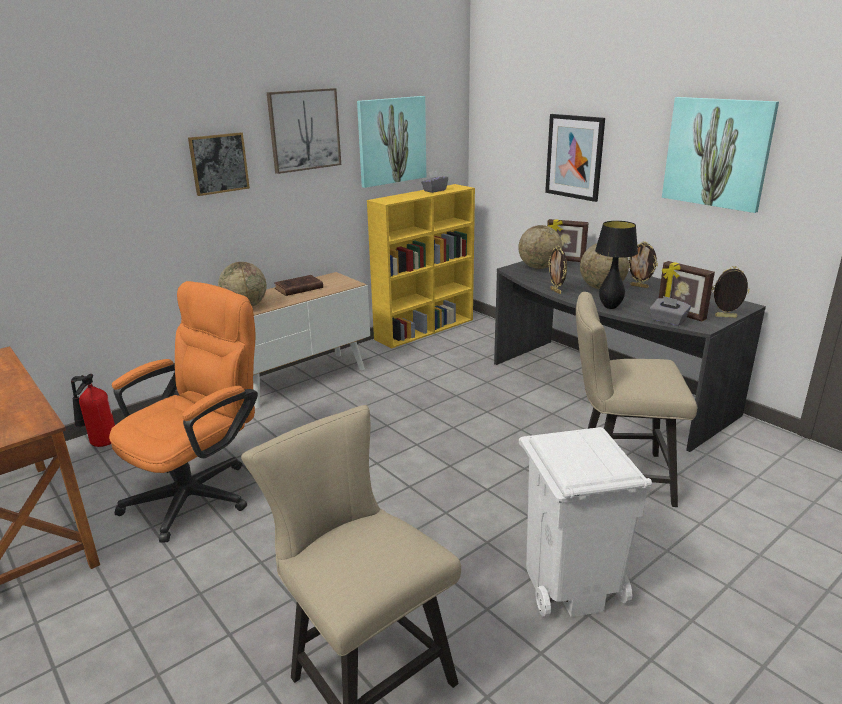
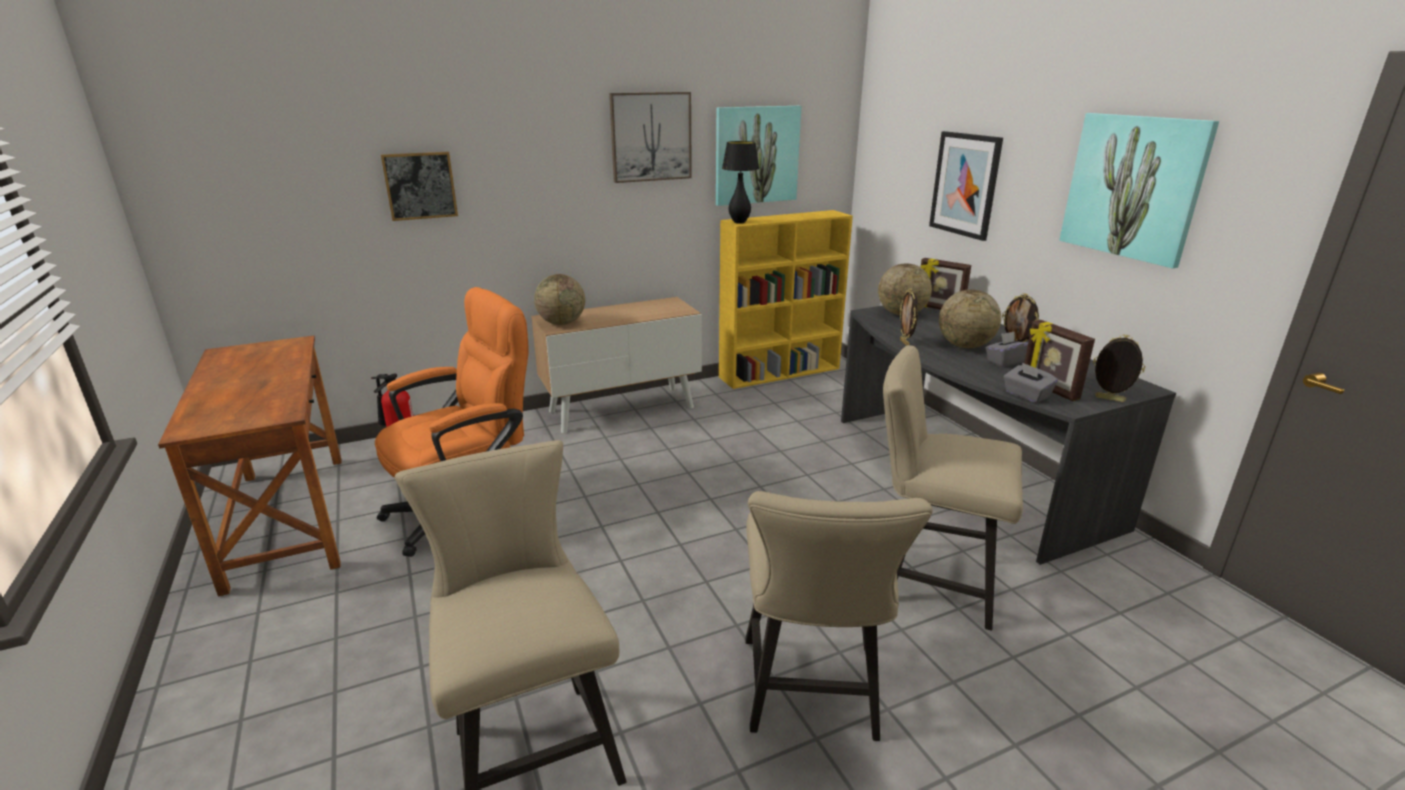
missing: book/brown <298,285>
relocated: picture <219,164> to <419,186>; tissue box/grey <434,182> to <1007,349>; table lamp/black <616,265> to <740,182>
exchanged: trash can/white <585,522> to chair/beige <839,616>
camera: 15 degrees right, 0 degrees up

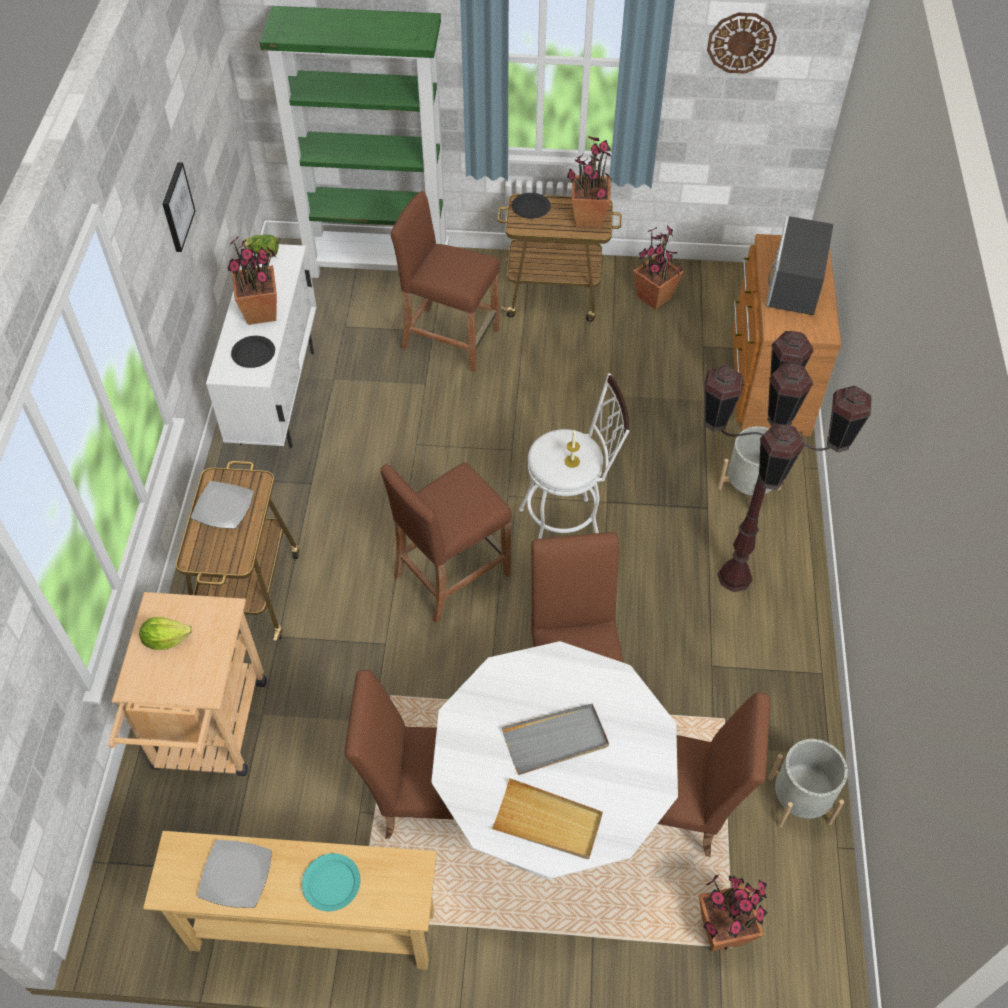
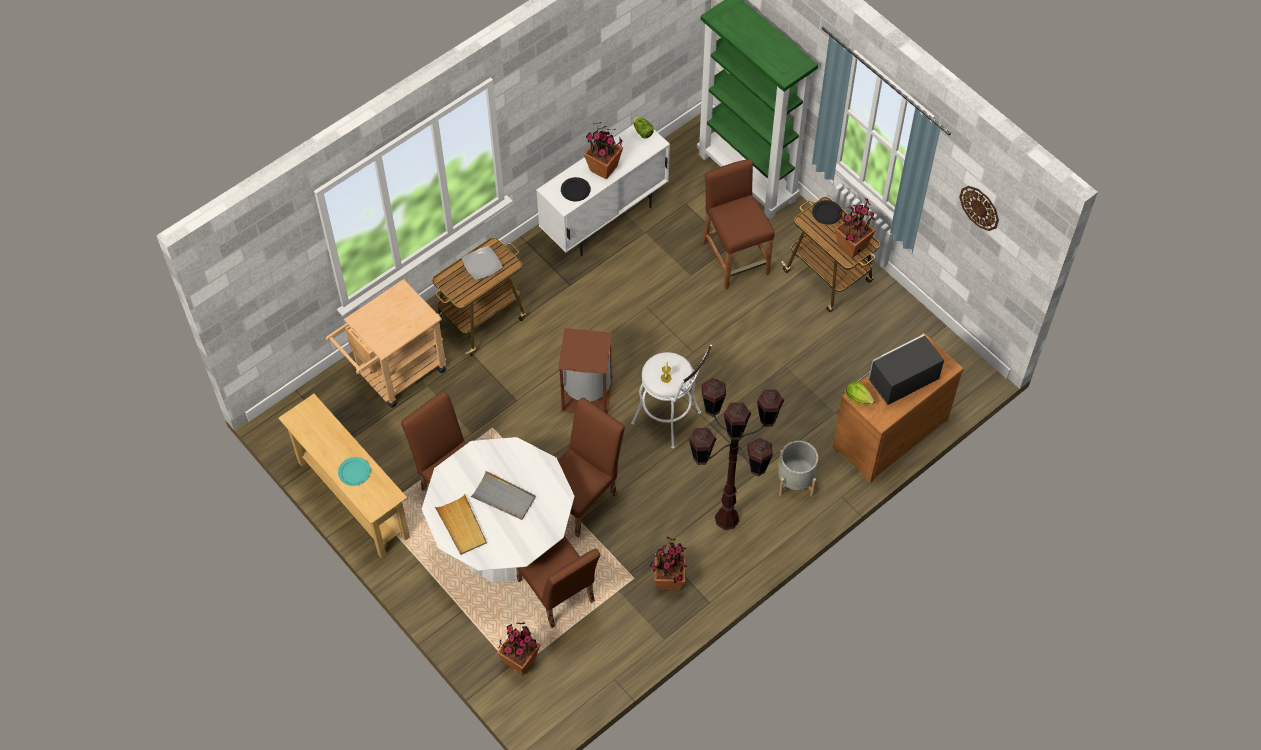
missing: picture <179,207>; planter/grey <808,783>; plate <234,874>
relocated: potted plant <658,267> to <668,563>; lettuce <165,633> to <860,393>
exchanged: stool/brown <446,542> to trash can/brown <585,371>
camera: 45 degrees right, 5 degrees up

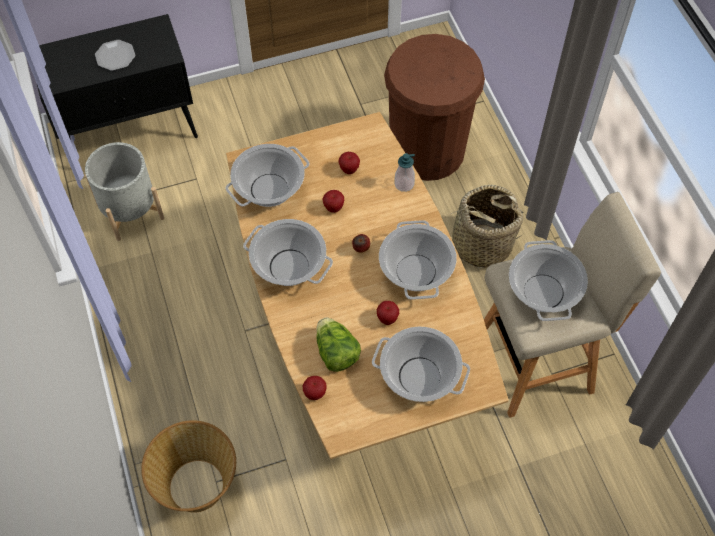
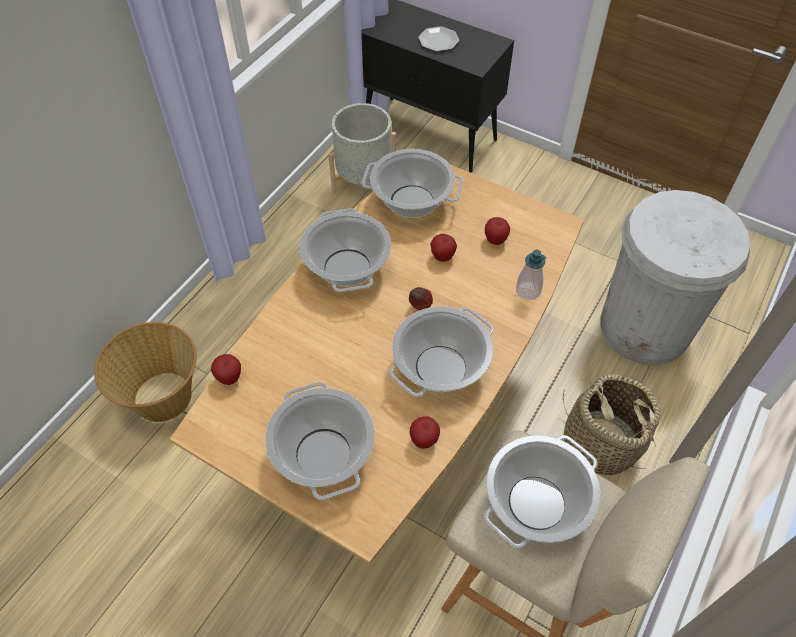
missing: lettuce <338,345>
relocated: apple <388,313> to <424,433>
colour: trash can/brown <434,107> to trash can/white <675,277>
camera: 50 degrees right, 5 degrees down

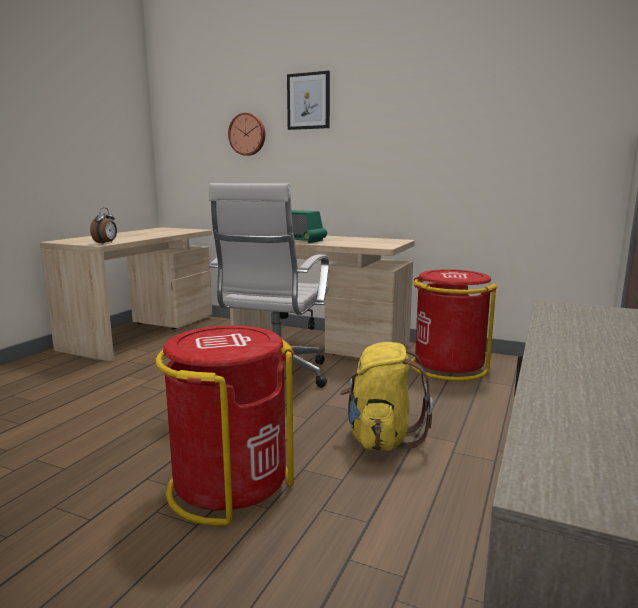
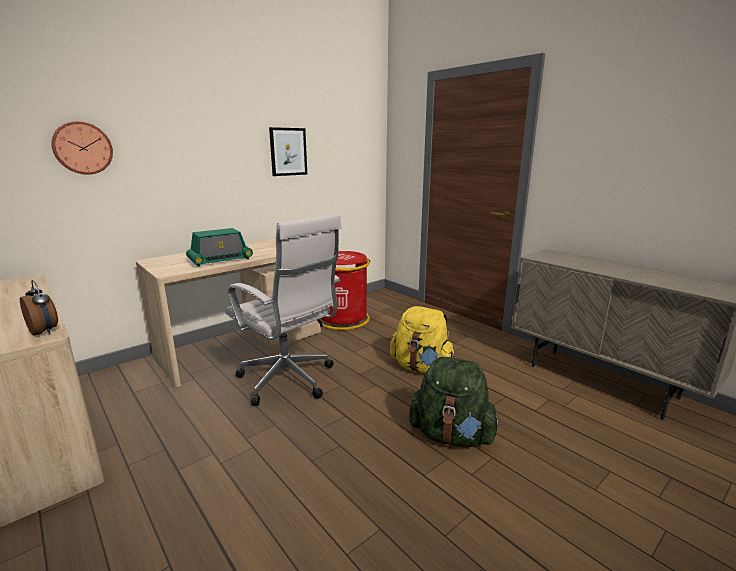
relocated: picture <308,100> to <288,151>
exchanged: trash can/red <225,425> to backpack/green <454,402>
camera: 65 degrees left, 5 degrees up

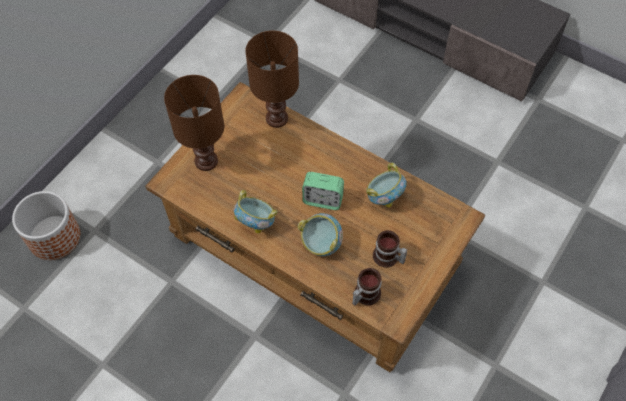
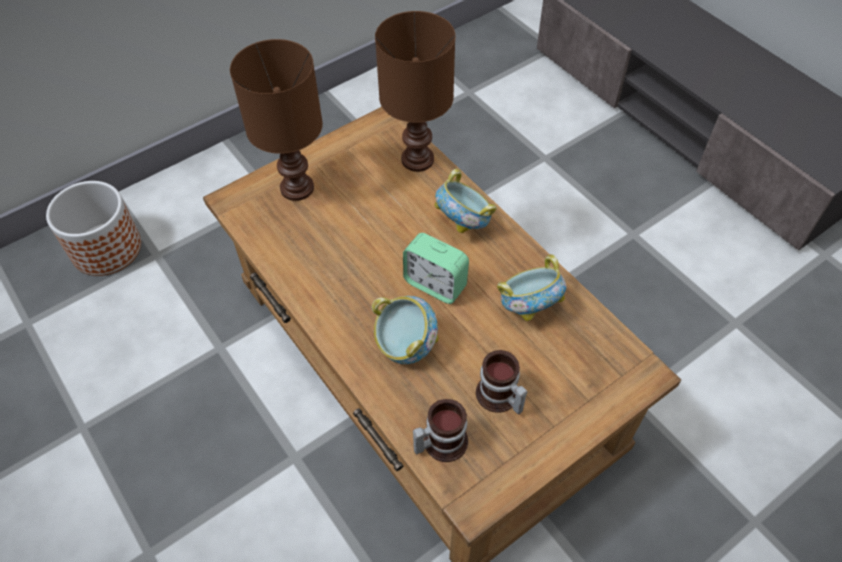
relocated: bowl <256,212> to <465,201>
camera: 20 degrees right, 5 degrees down

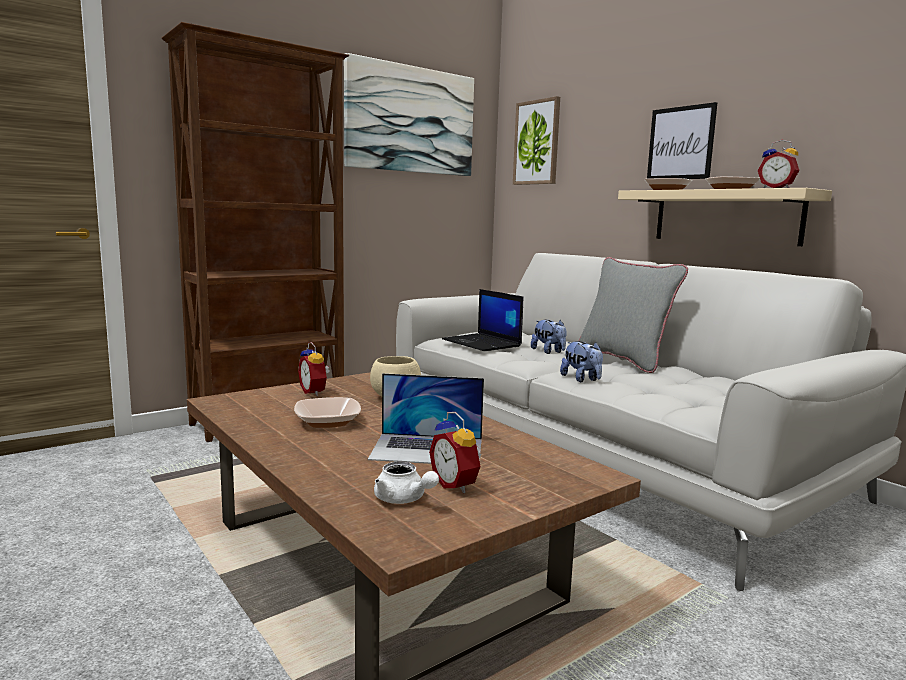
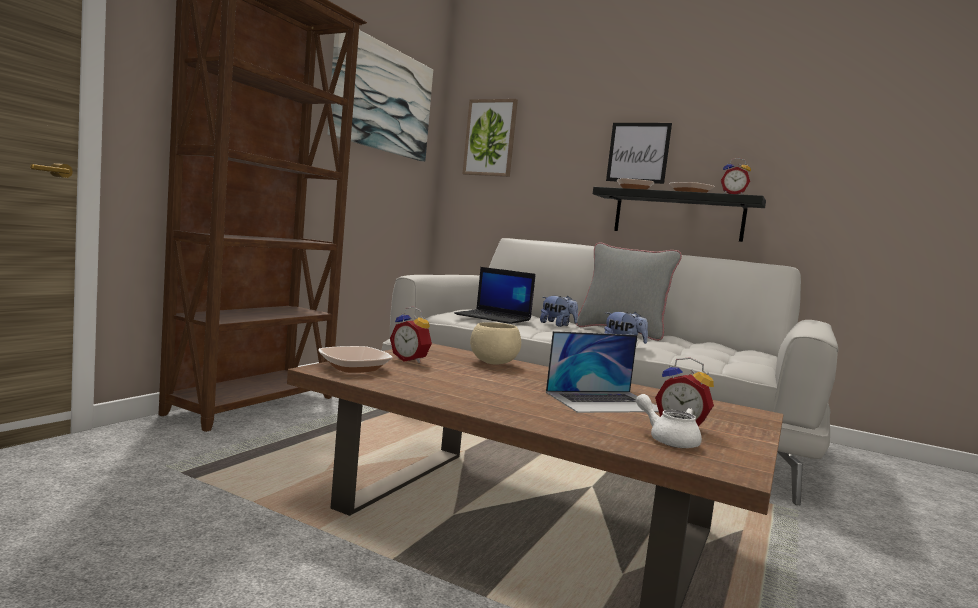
relocated: bowl <327,412> to <355,359>
colour: shelf/beige <725,217> to shelf/black <679,214>
spun: teapot/white <406,482> = <669,421> 150 degrees counterclockwise
camera: 25 degrees left, 5 degrees down

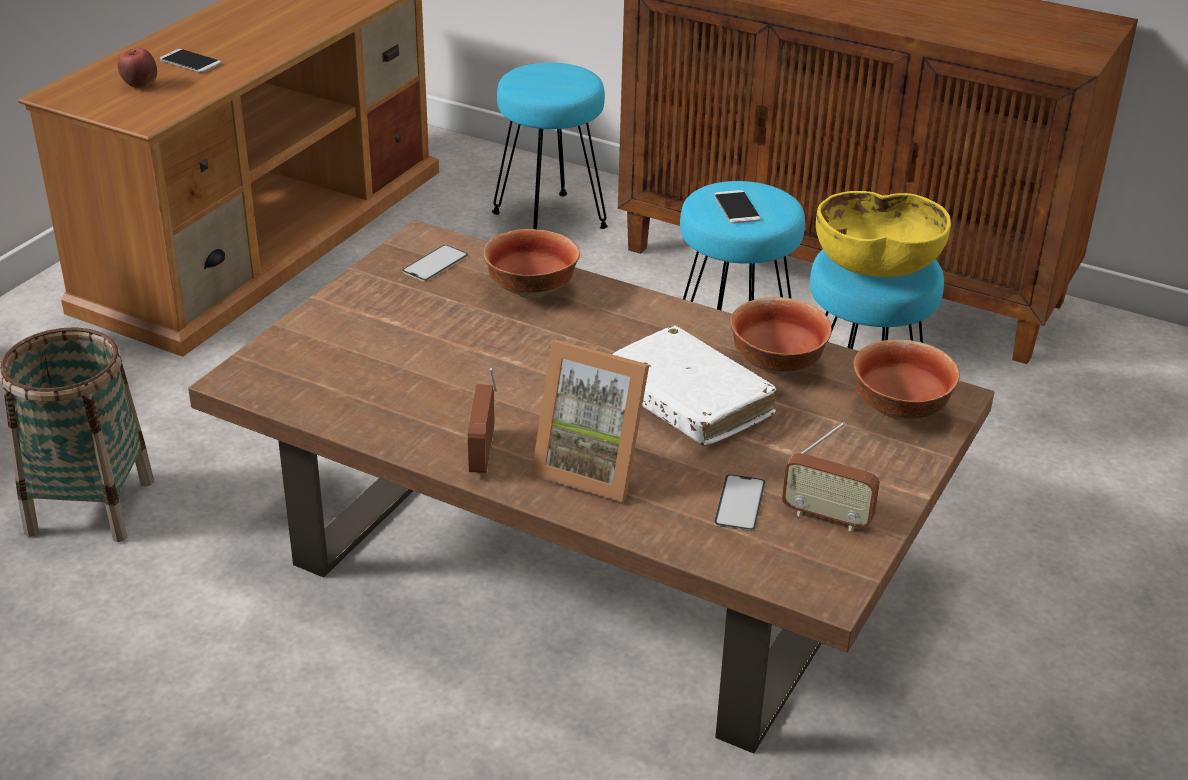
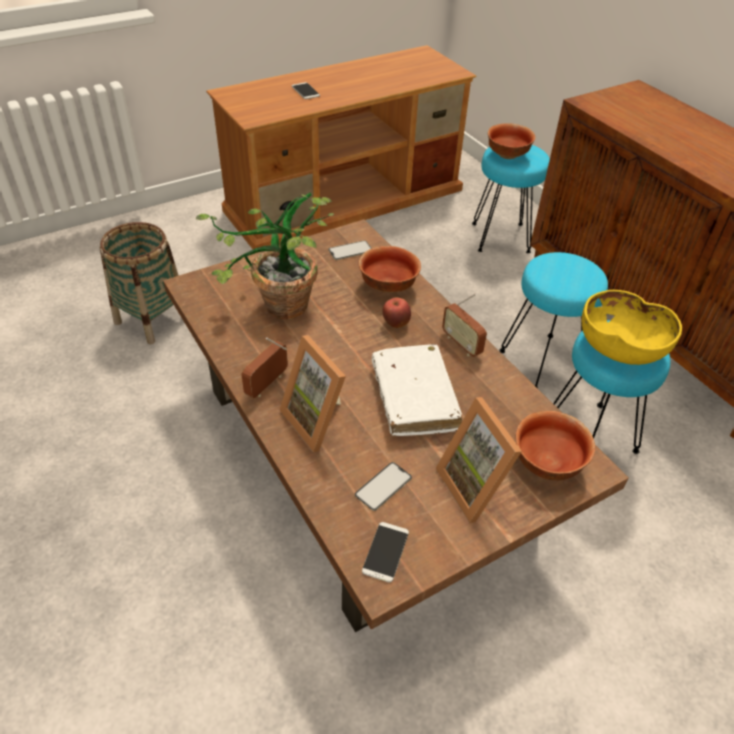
appeared: potted plant <265,256>; picture frame <479,460>
relocated: apple <137,68> to <397,312>; phone <737,206> to <385,552>; bowl <781,335> to <512,141>; radio <831,477> to <464,325>
camera: 30 degrees right, 10 degrees up

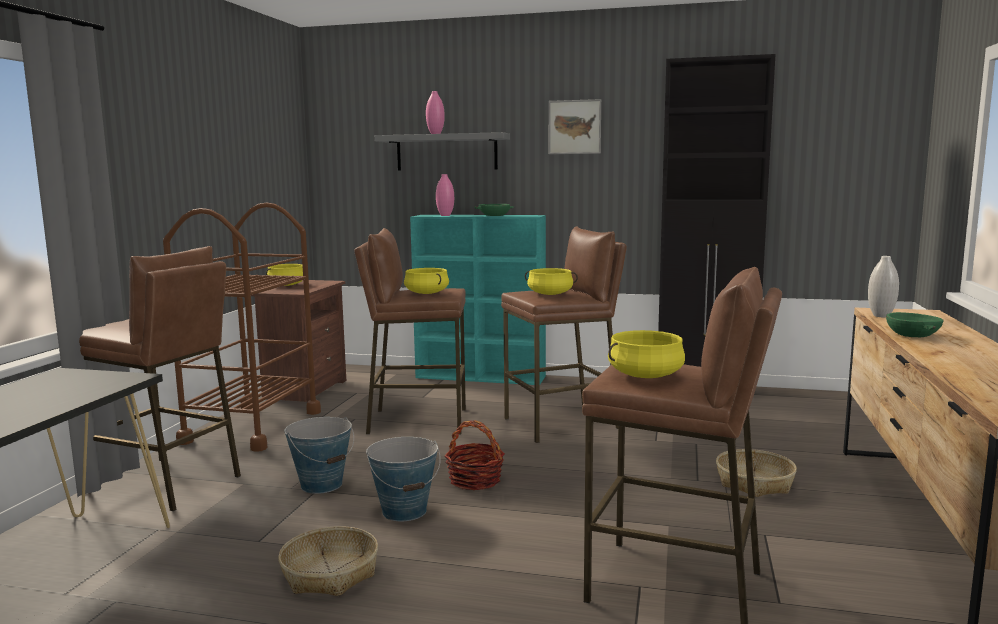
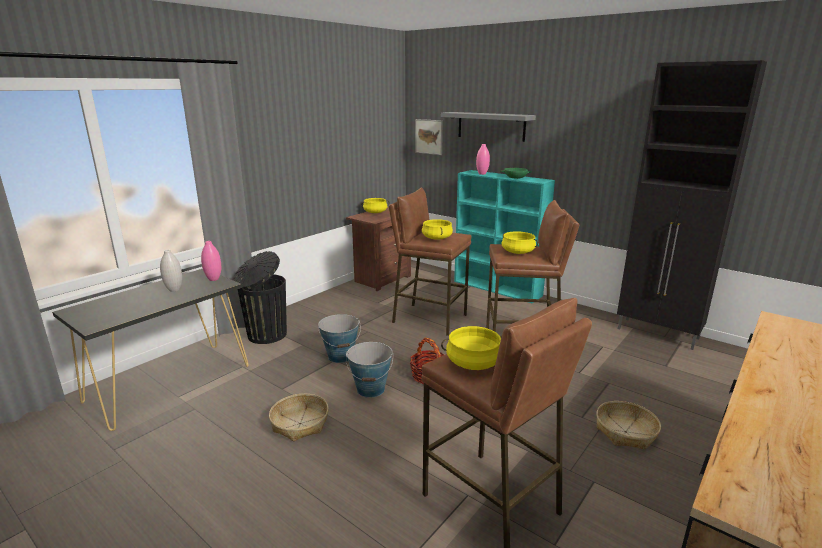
missing: cart/brown <242,327>; bowl/green <915,324>
relocated: vase/pink <435,112> to <211,261>; picture <575,126> to <429,137>; vase/white <883,286> to <171,271>
exchanged: stool/brown <160,378> to trash can/black <260,297>
camera: 25 degrees right, 10 degrees up

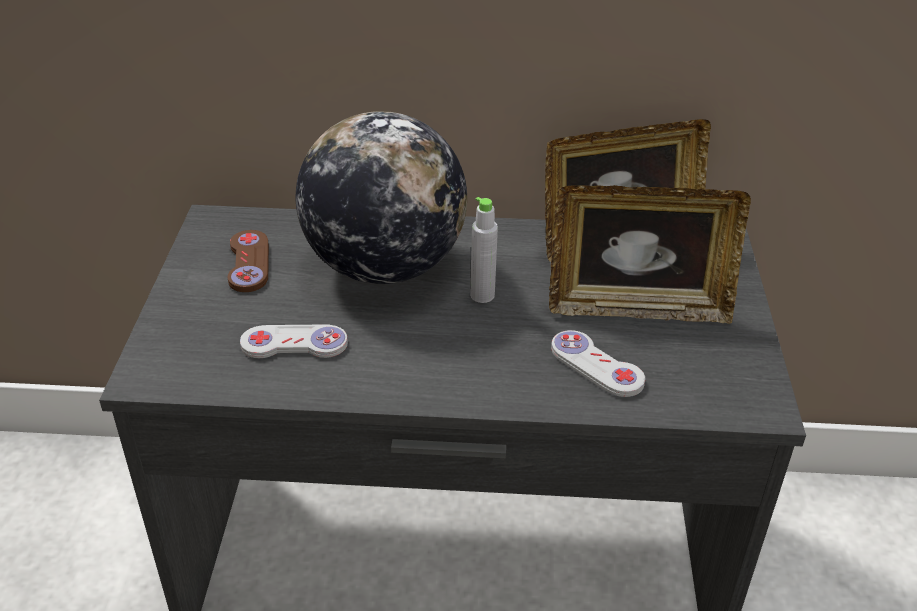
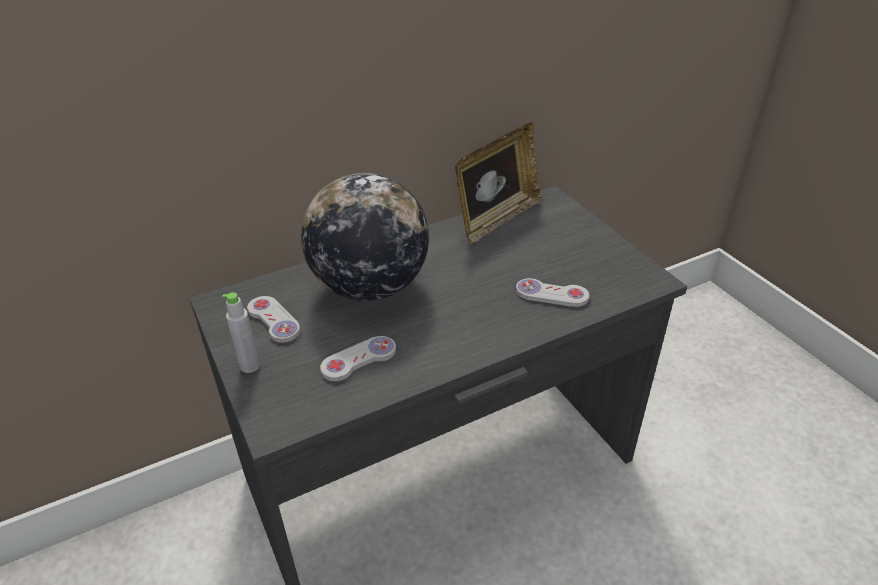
missing: picture frame <650,254>
relocated: bottle/grey <484,250> to <241,332>
colour: game controller/brown <248,261> to game controller/white <273,319>
camera: 30 degrees left, 0 degrees up

